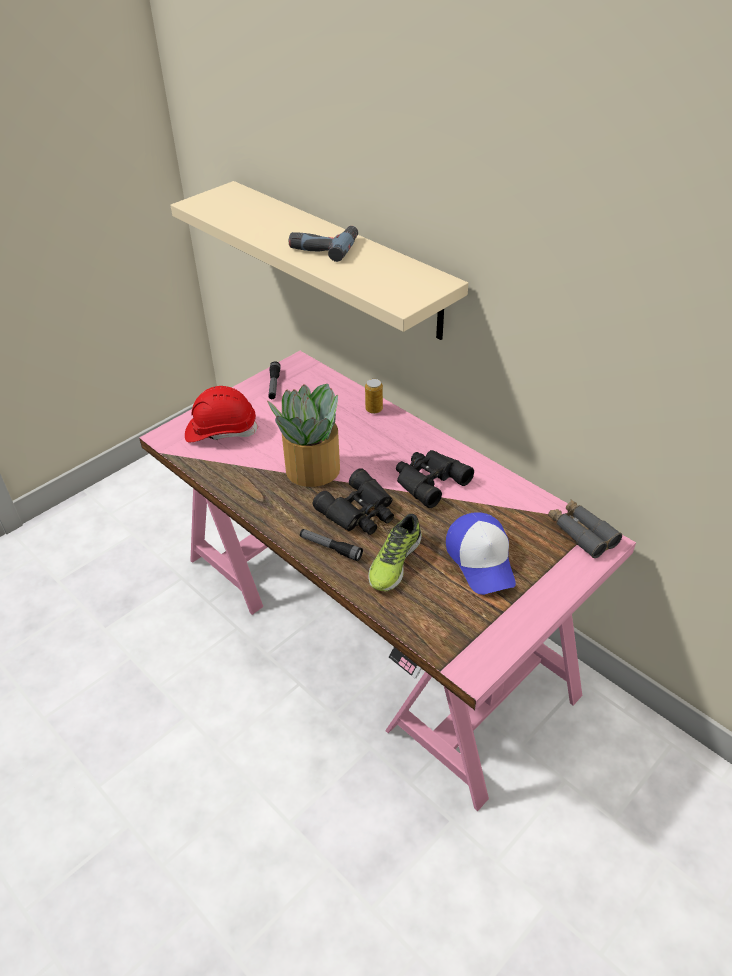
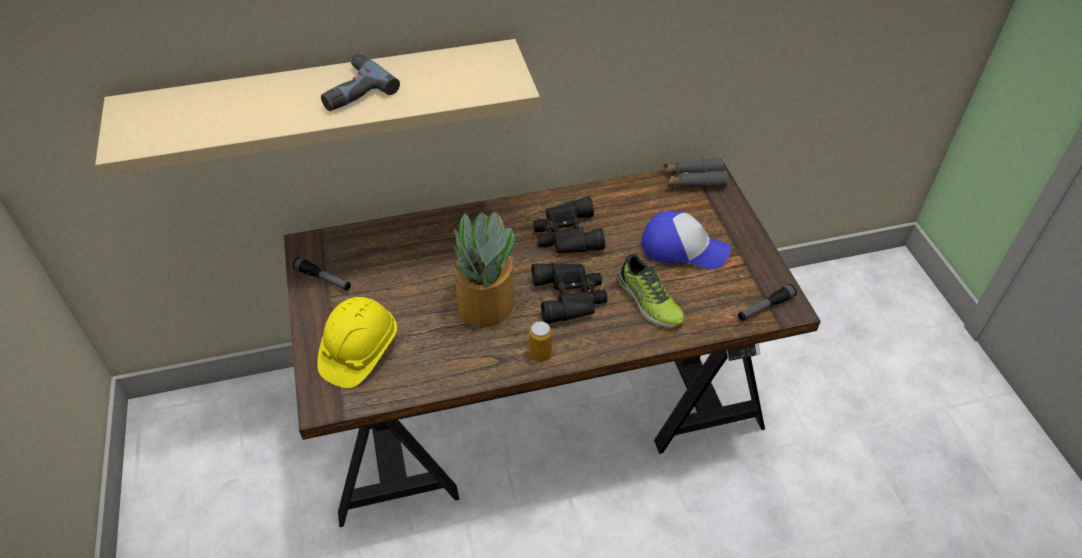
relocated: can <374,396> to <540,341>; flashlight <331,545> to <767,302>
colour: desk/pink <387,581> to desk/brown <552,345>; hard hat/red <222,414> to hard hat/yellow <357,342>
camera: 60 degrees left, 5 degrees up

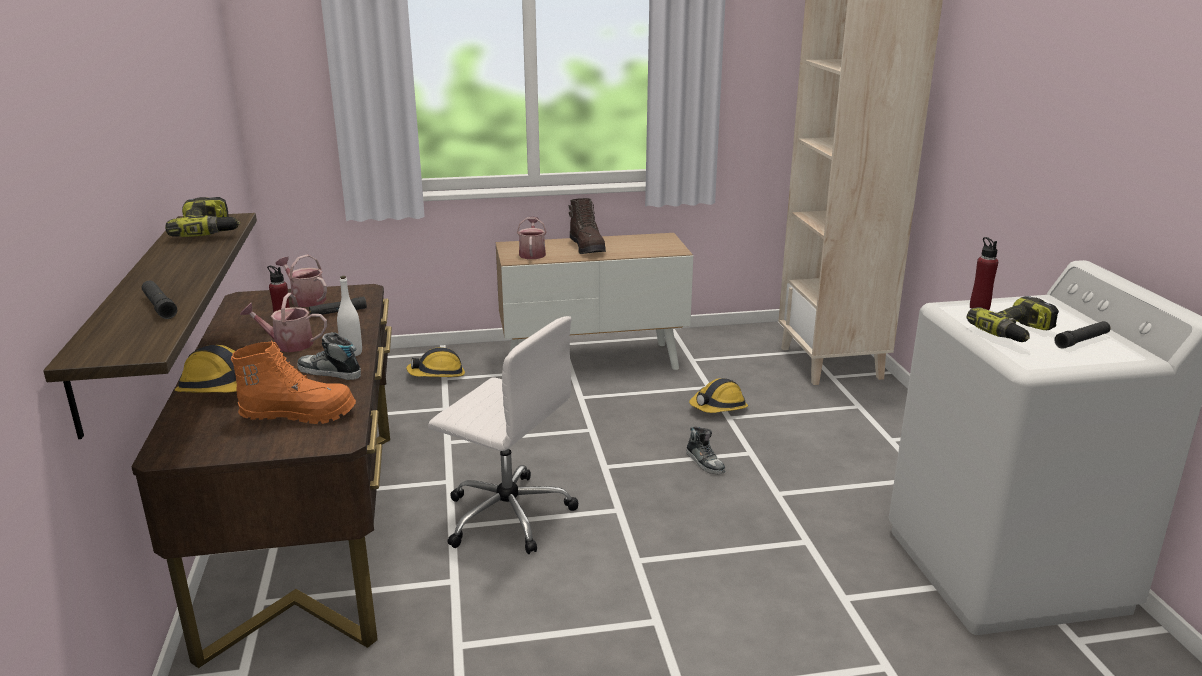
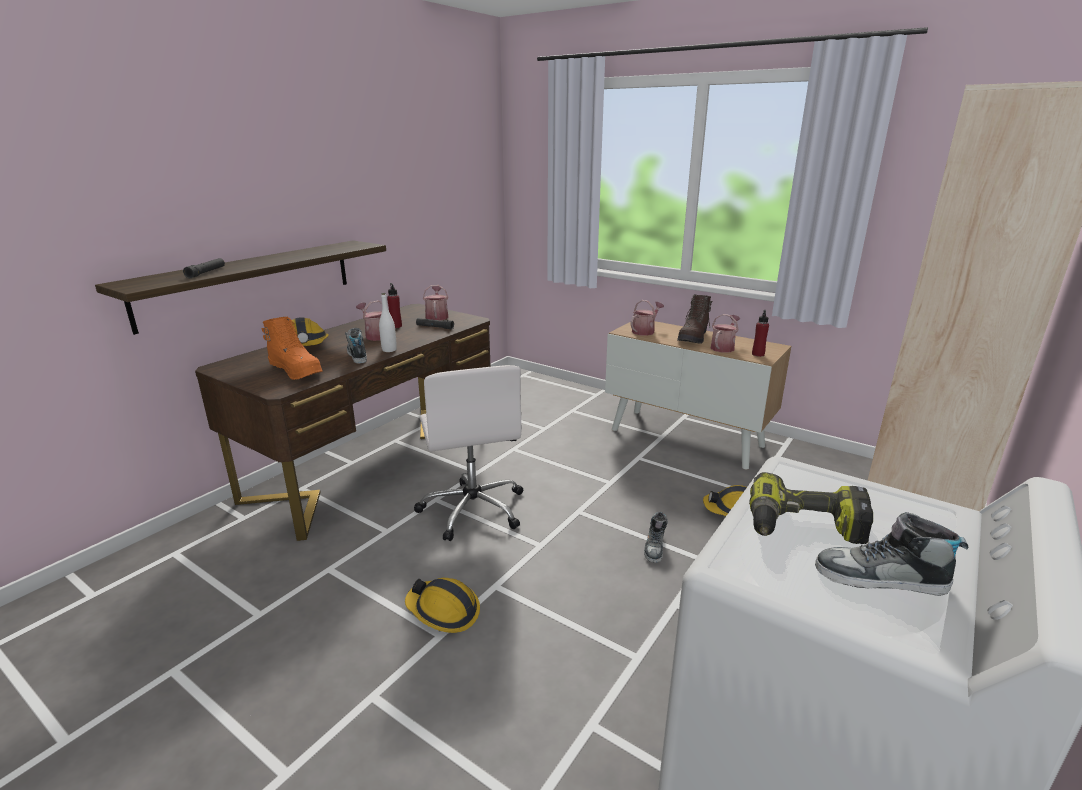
missing: power drill <202,217>
appeared: watering can <725,333>
relocated: bottle/red <984,273> to <760,333>; hard hat <435,362> to <442,605>
exchanged: flashlight/black <1082,335> to shoe <891,554>
camera: 45 degrees right, 0 degrees up

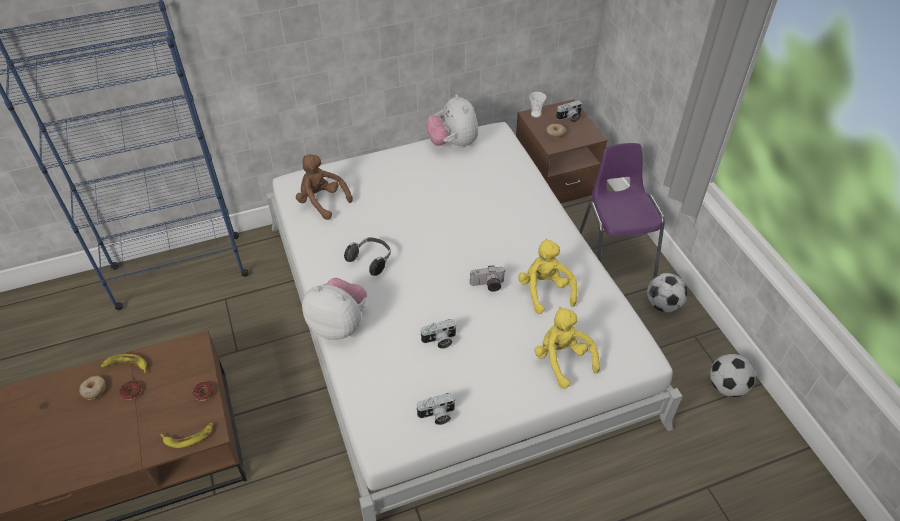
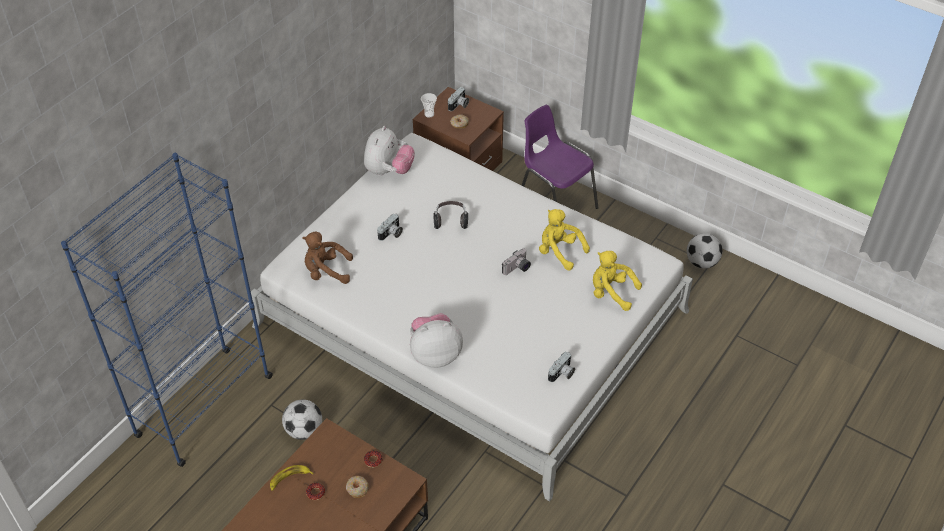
missing: banana <187,435>
relocated: headphones <367,256> to <450,215>; football <667,292> to <302,420>; photo camera <438,334> to <390,227>; donut <92,388> to <357,487>
spun: plush toy <452,121> = <389,151> 105 degrees counterclockwise
camera: 35 degrees left, 0 degrees up

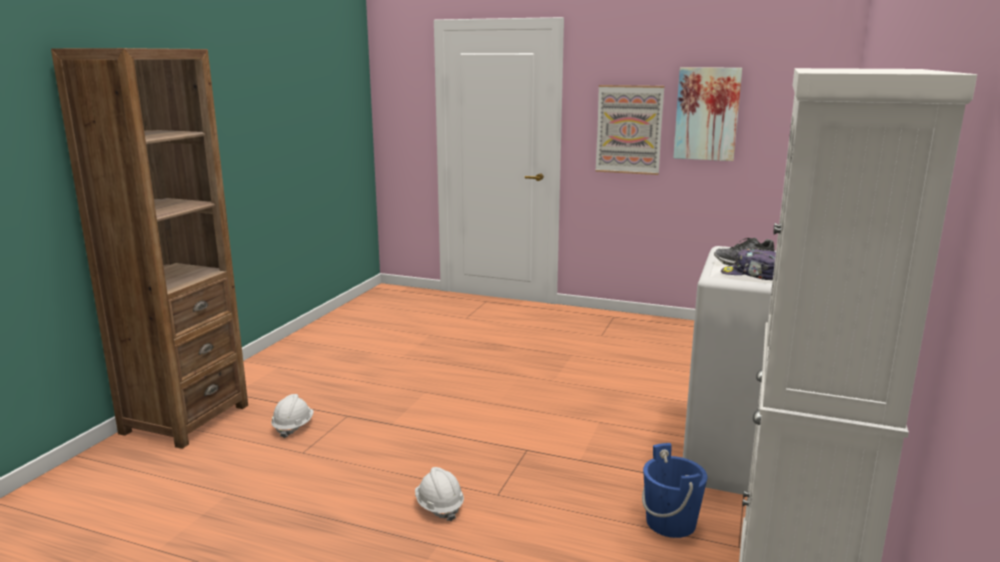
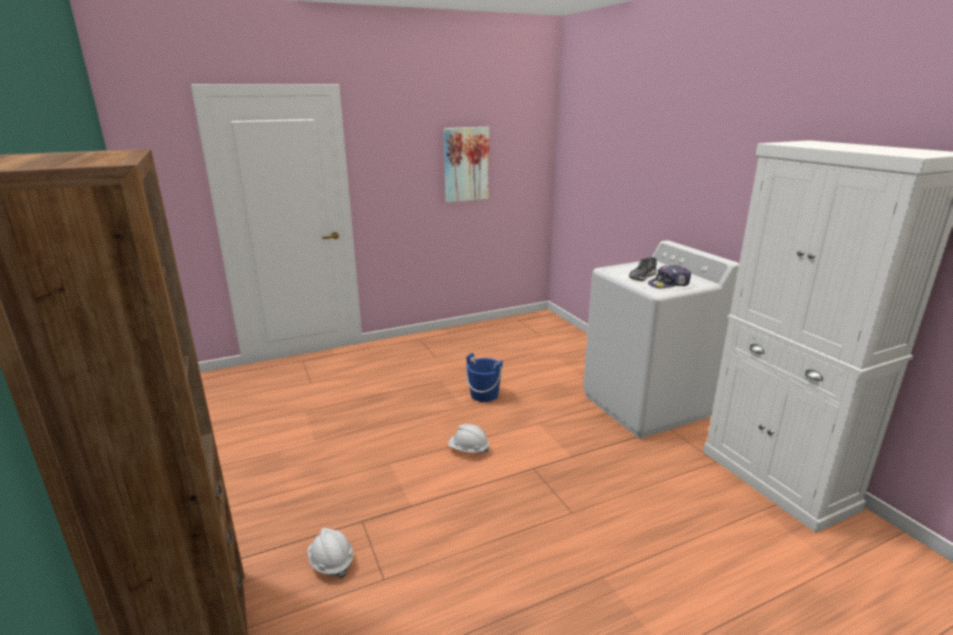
missing: picture <629,130>
relocated: bucket/blue <674,490> to <484,377>; hard hat/white <439,494> to <469,439>
camera: 45 degrees left, 5 degrees up

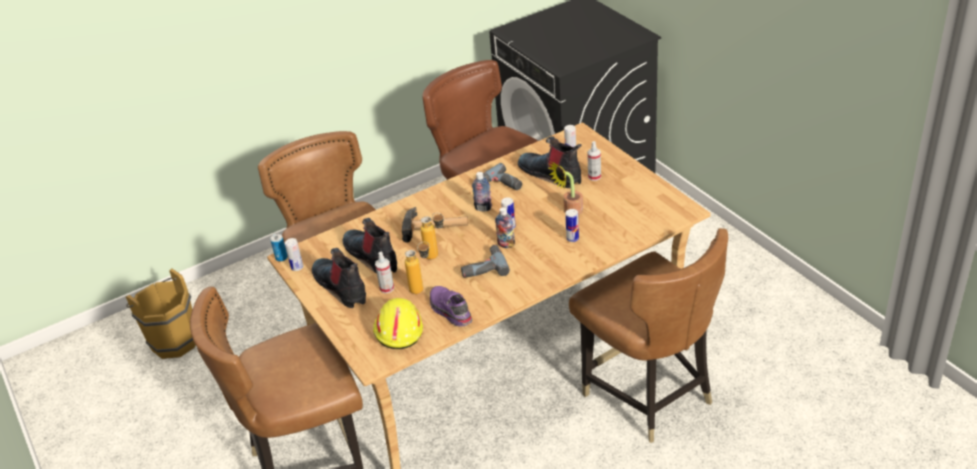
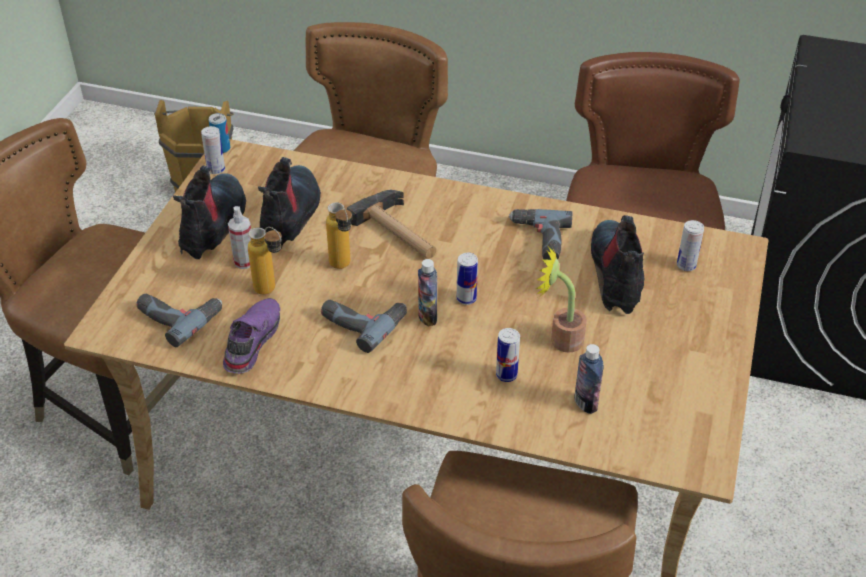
missing: spray bottle <594,161>
relocated: bottle <482,191> to <588,379>
exchanged: hard hat/yellow <398,323> to power drill <179,320>
camera: 45 degrees right, 5 degrees up

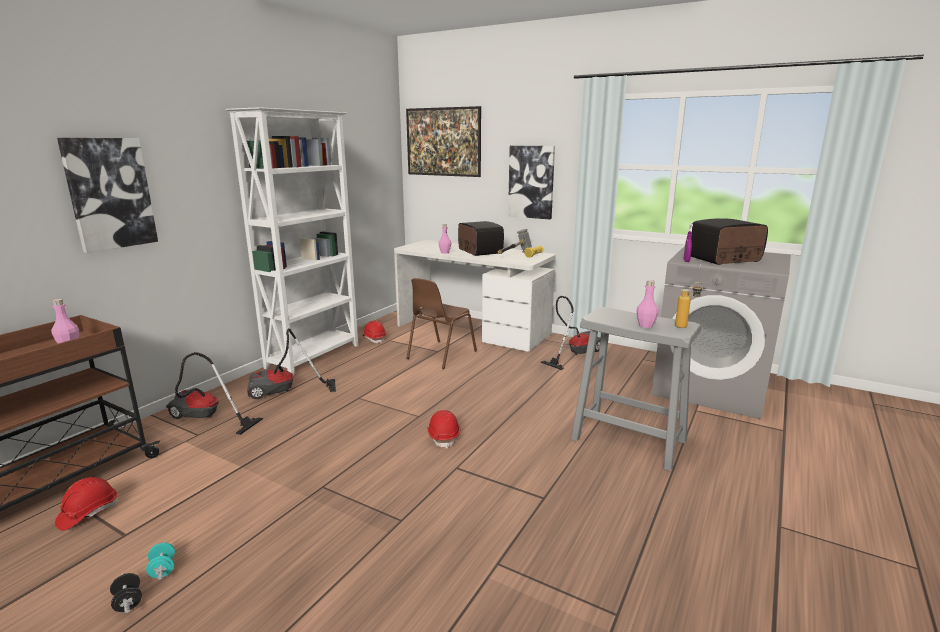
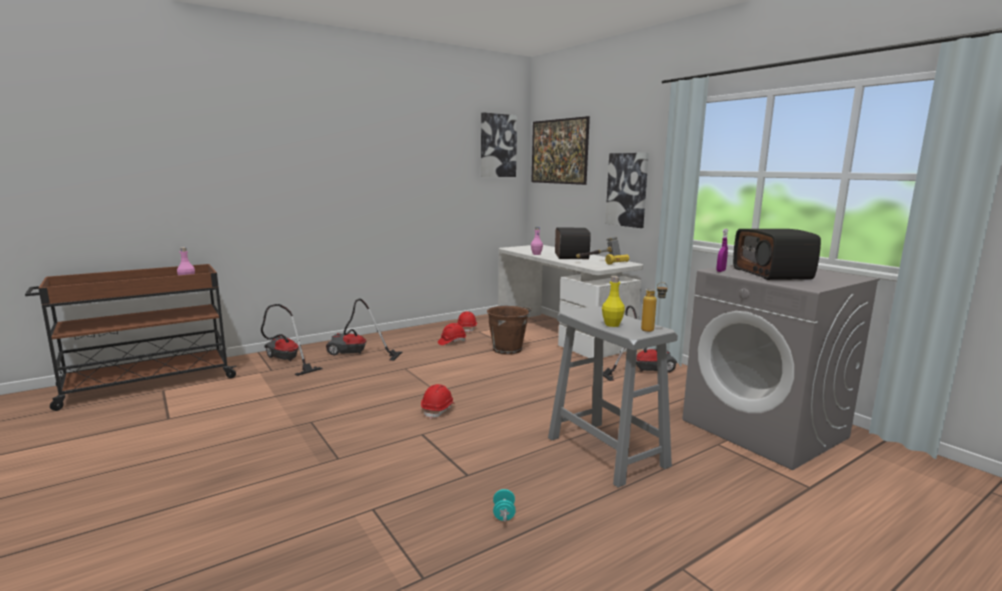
missing: bookcase/white <292,241>; dumbbell/black <126,593>
relocated: picture <107,195> to <499,144>; hard hat/red <86,504> to <452,334>; dumbbell/turquoise <160,561> to <504,505>
exchanged: chair/brown <442,323> to bucket/brown <509,330>
colour: bottle/pink <647,304> to bottle/yellow <613,301>
spun: radio <729,241> = <777,254> 105 degrees counterclockwise
camera: 25 degrees right, 5 degrees down

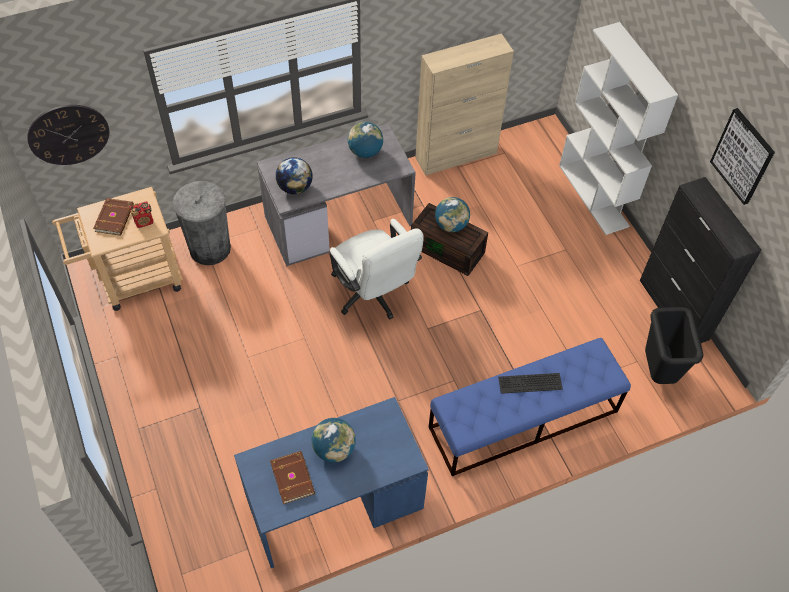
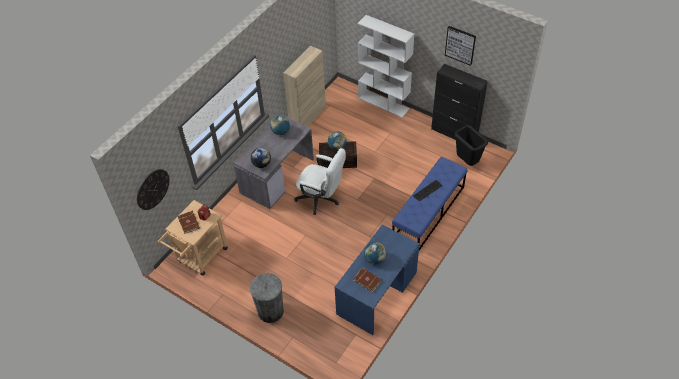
relocated: trash can/grey <201,223> to <266,298>
camera: 30 degrees left, 5 degrees down

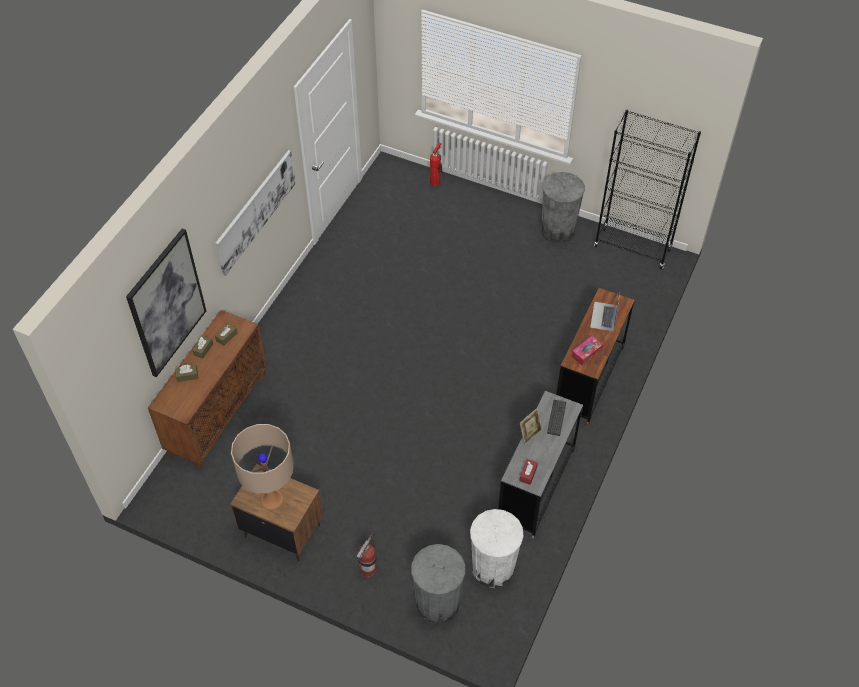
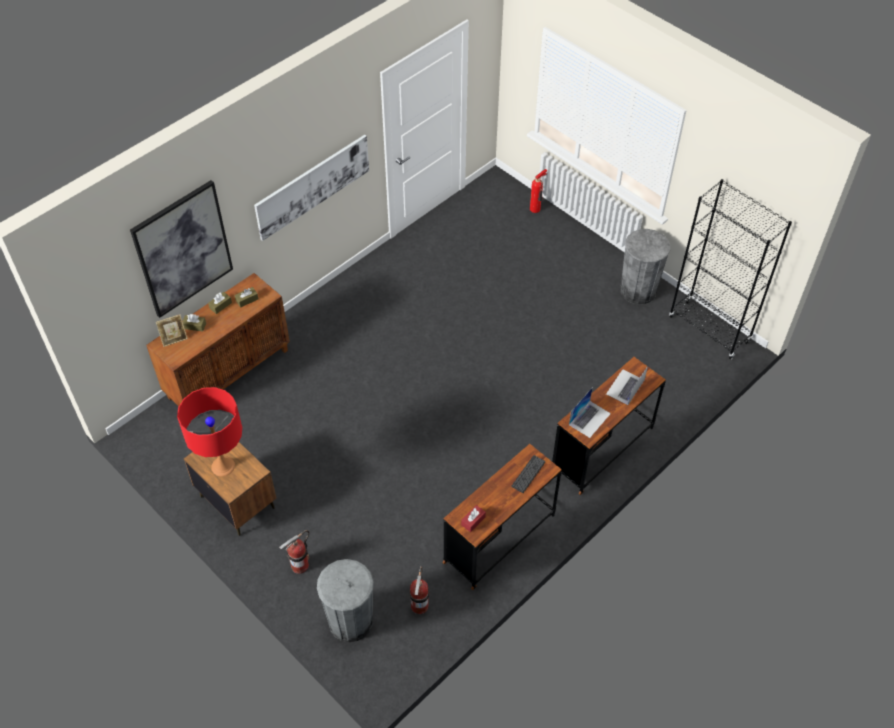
relocated: picture frame <531,426> to <172,330>
exchanged: tissue box <587,351> to laptop <590,412>; trash can/white <497,548> to fire extinguisher <419,590>
colour: desk/grey <540,465> to desk/brown <502,517>; table lamp/beige <262,467> to table lamp/red <209,432>
camera: 20 degrees right, 0 degrees up

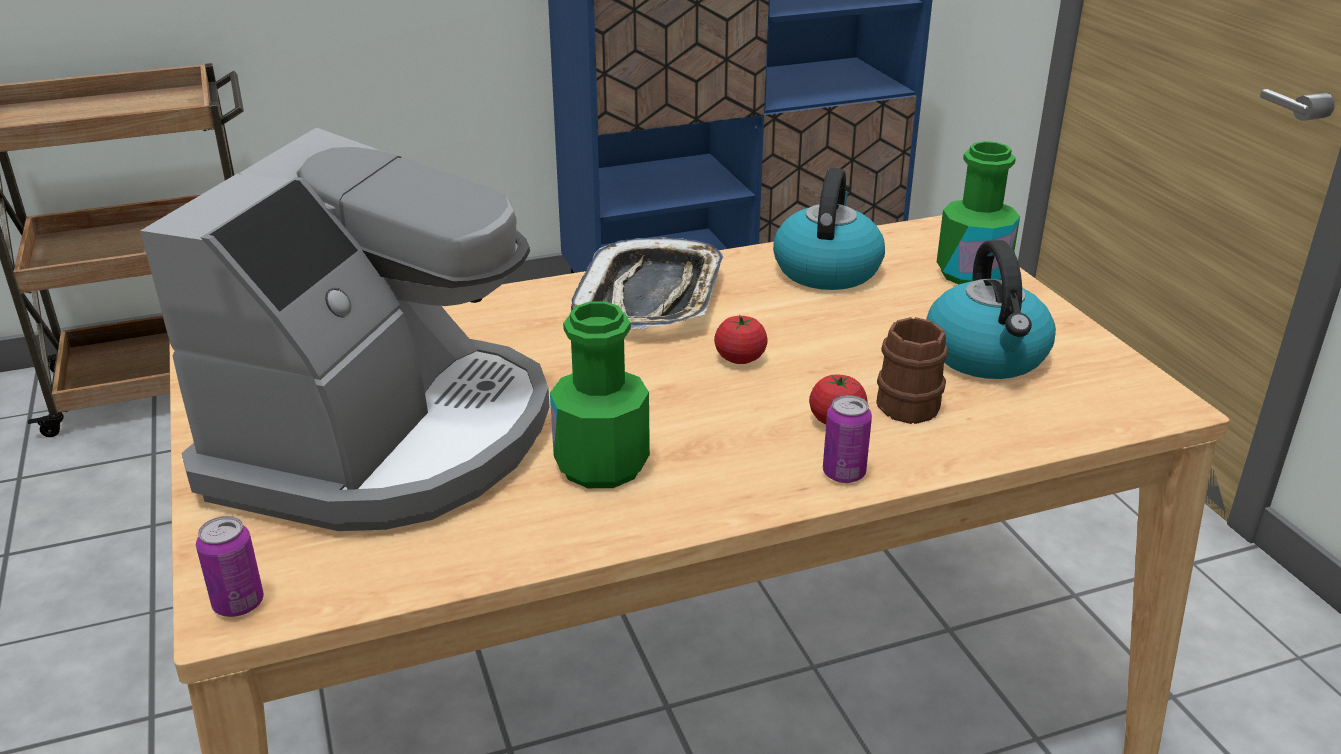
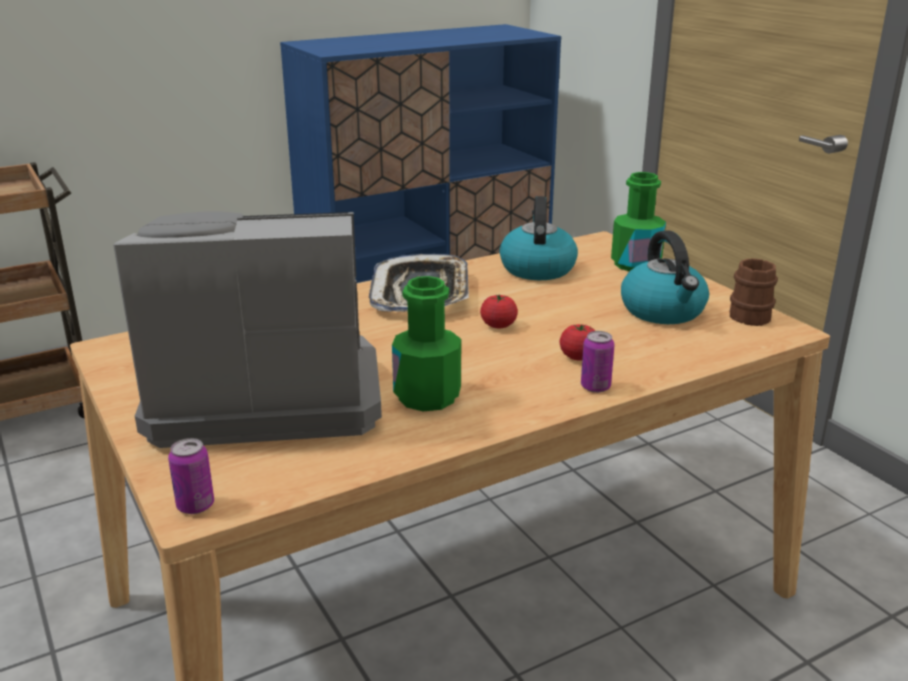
relocated: mug/brown <912,370> to <753,292>
spun: coffee machine <345,329> = <247,330> 105 degrees counterclockwise
camera: 10 degrees left, 5 degrees down

